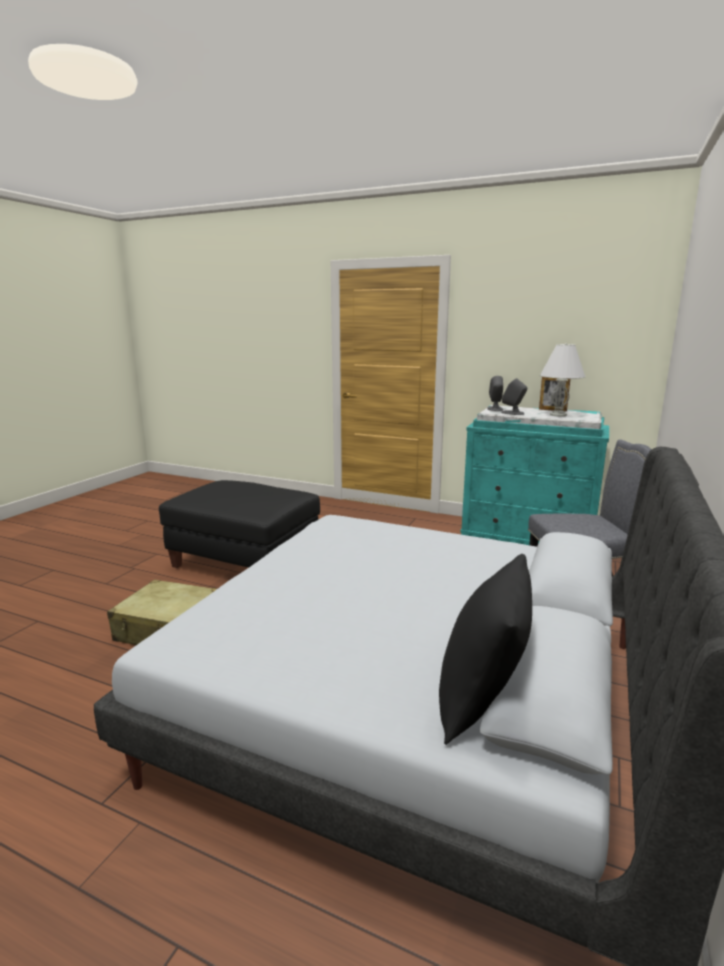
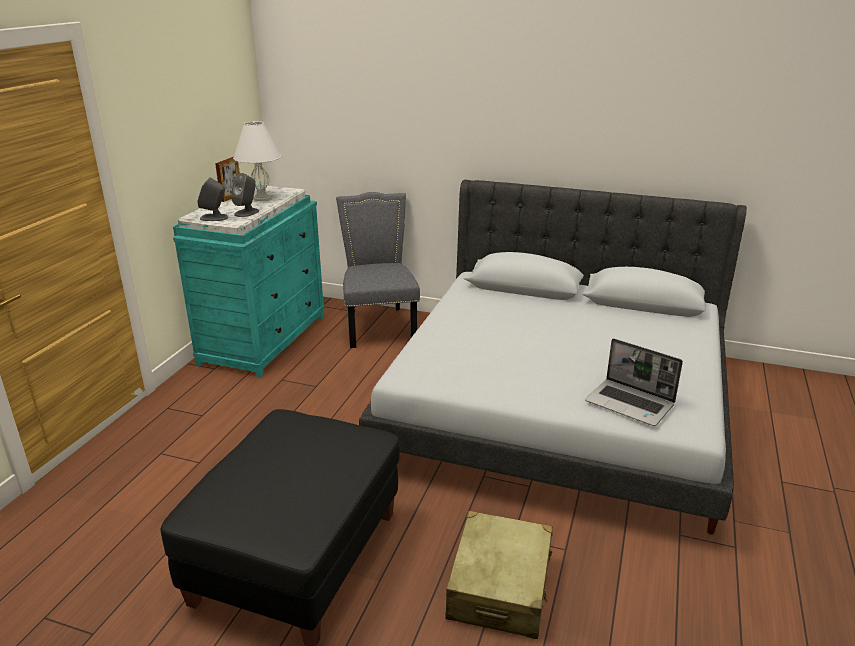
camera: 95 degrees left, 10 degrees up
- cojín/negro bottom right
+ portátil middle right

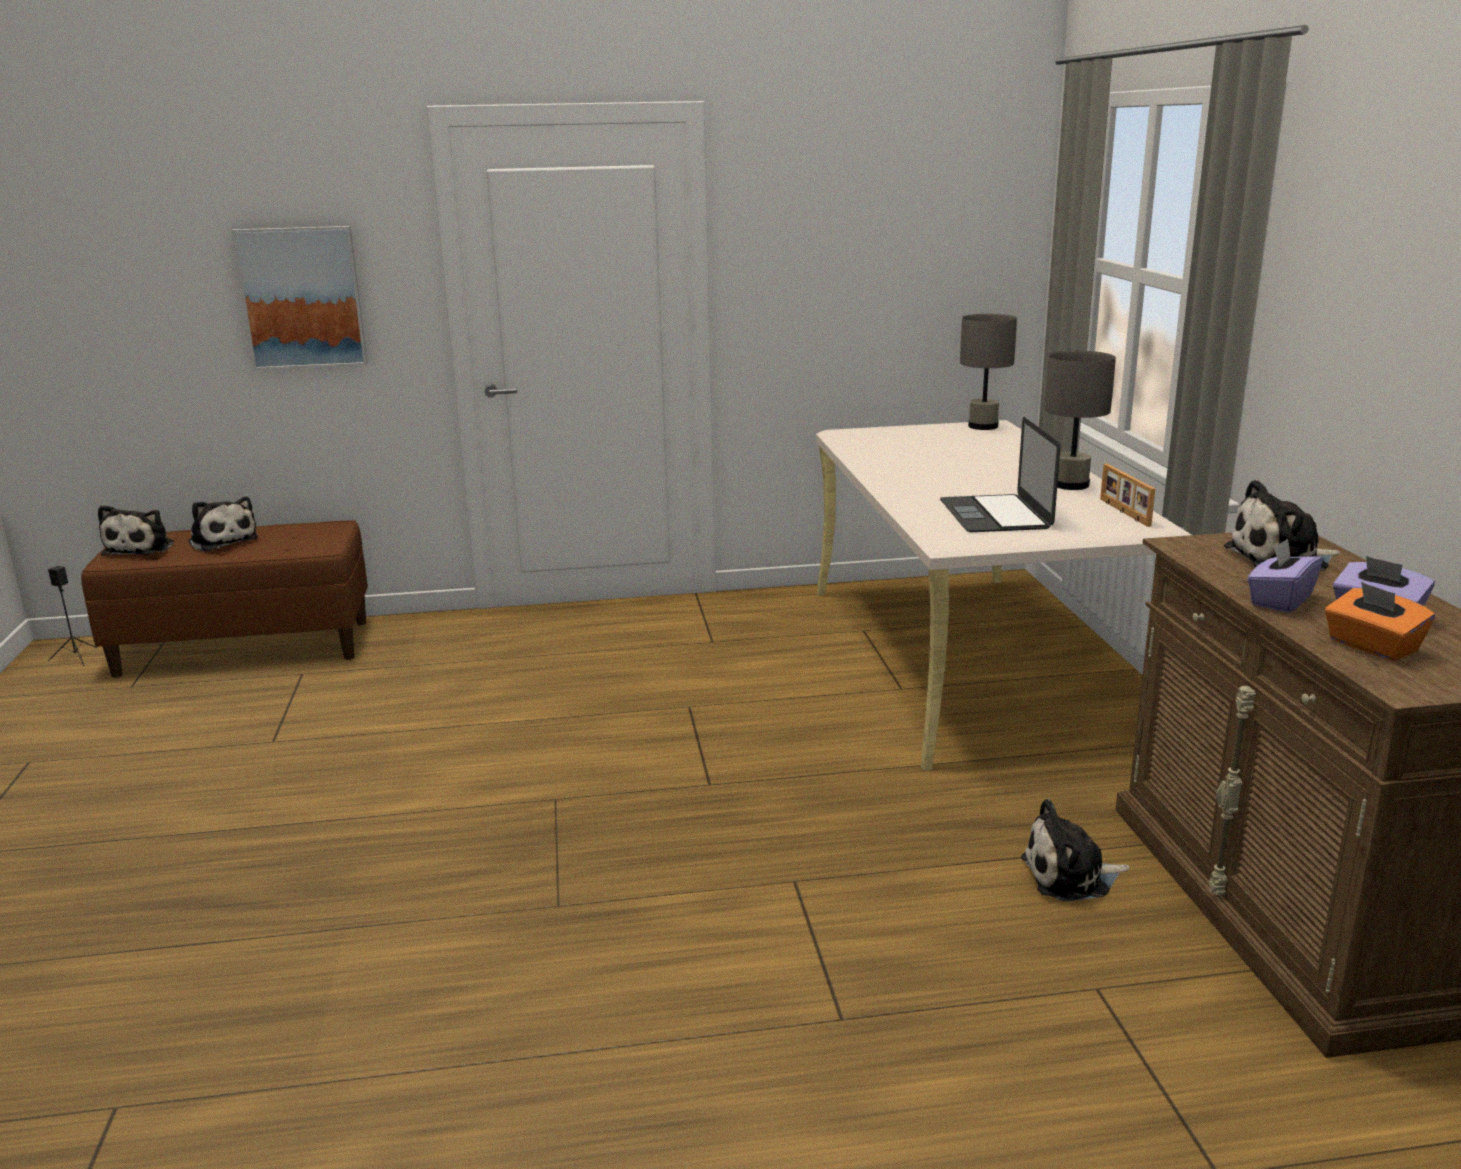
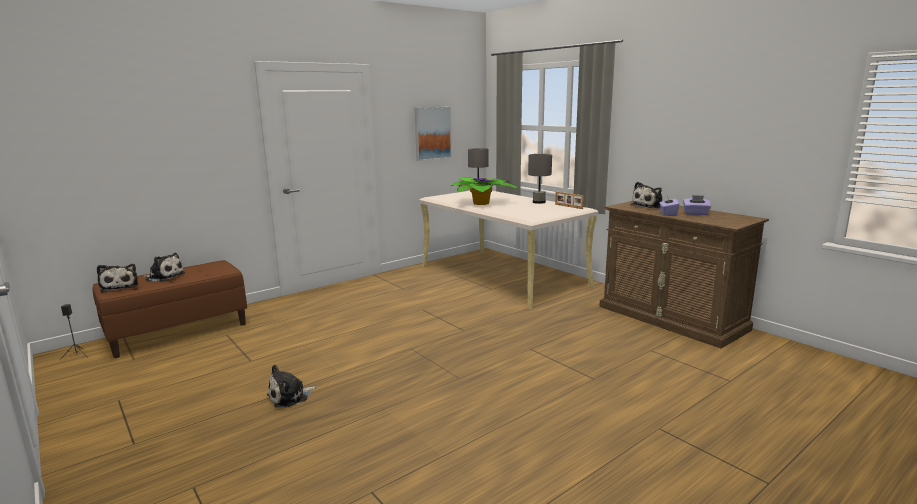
camera: 30 degrees left, 5 degrees down
~ cuadro top left to top centre
- portátil middle right
~ peluche (no. 3 from left) bottom right to bottom left
- caja de pañuelos/naranja middle right
+ planta en maceta centre

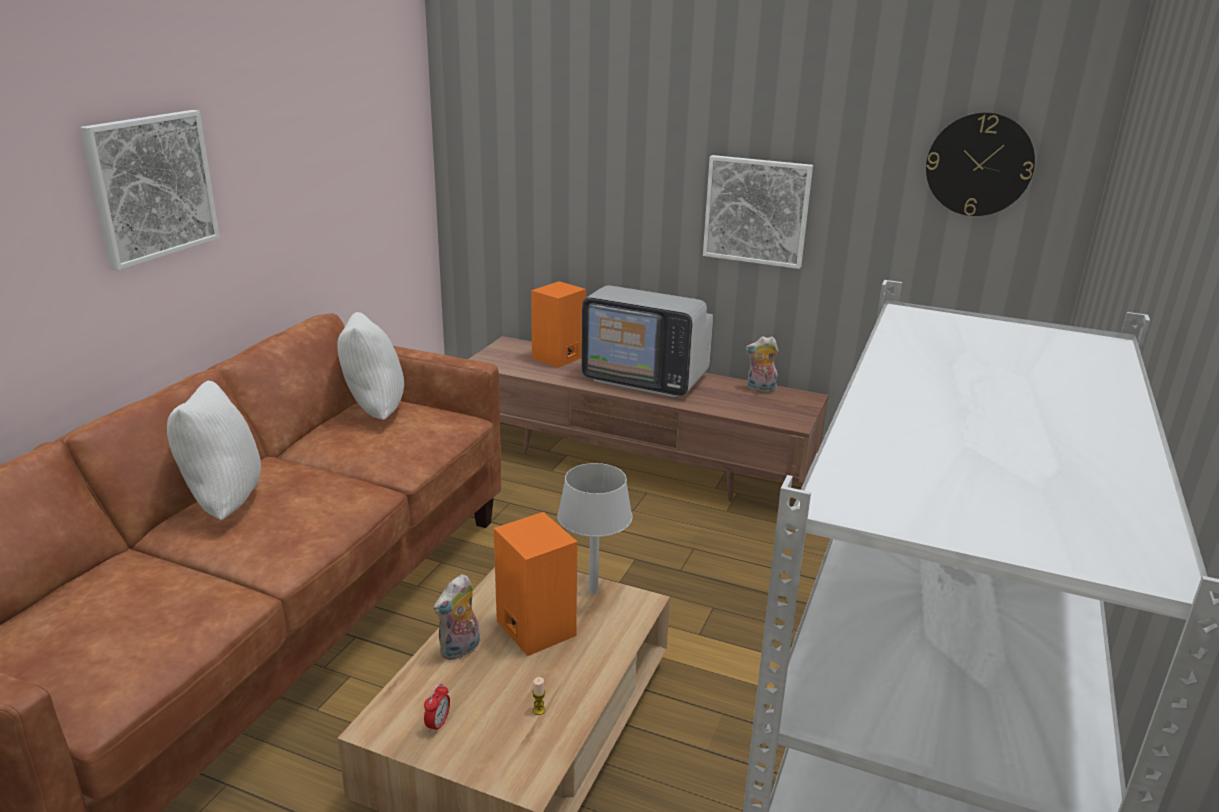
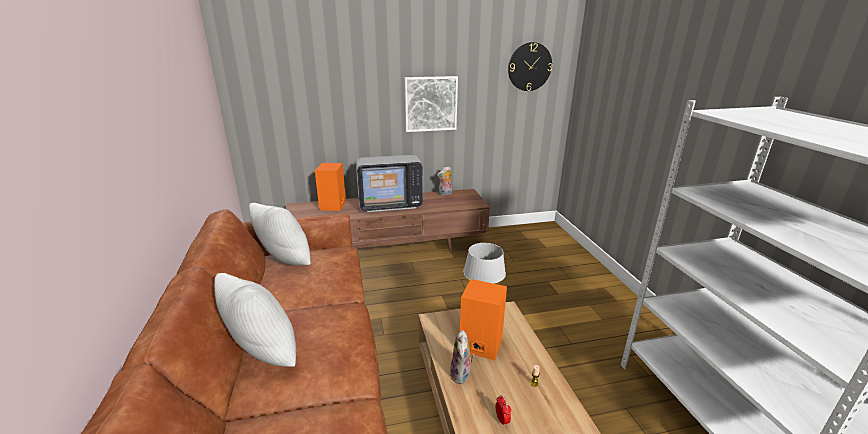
camera: 35 degrees left, 0 degrees up
- cuadro (no. 1 from left) top left

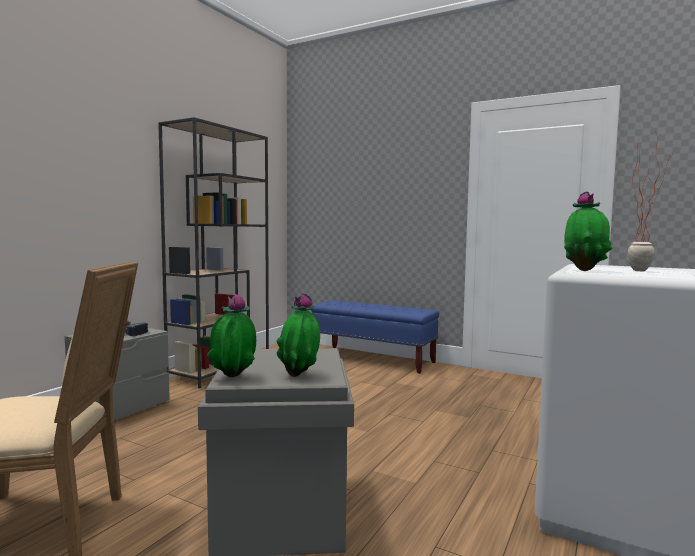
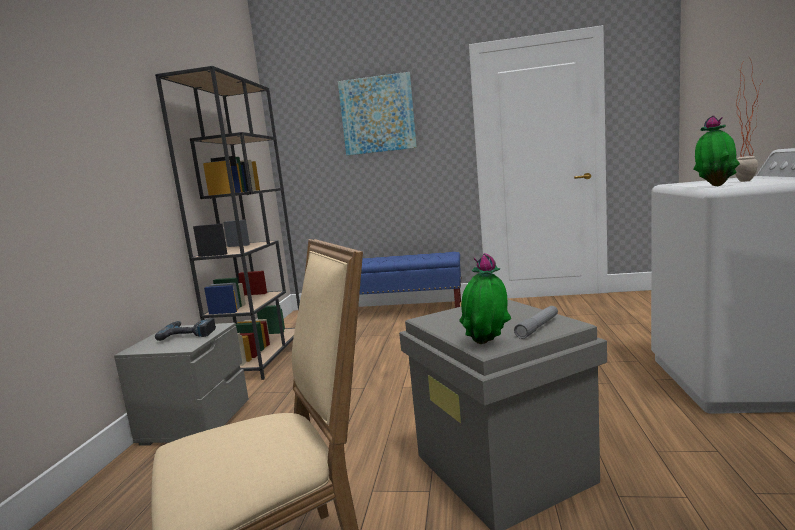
camera: 20 degrees left, 5 degrees up
~ planta en maceta (no. 2 from left) centre to linterna/gris middle right
+ cuadro top centre

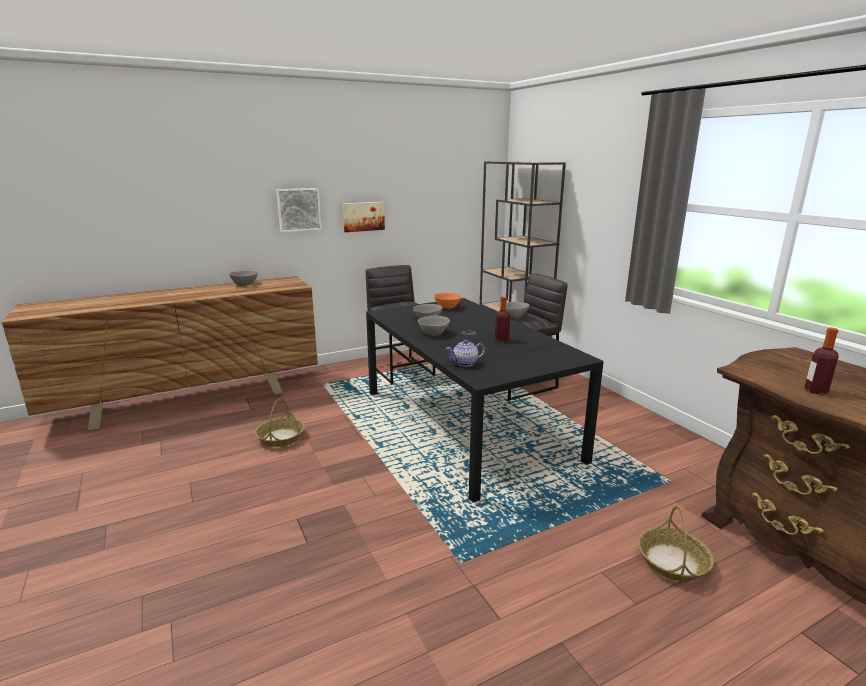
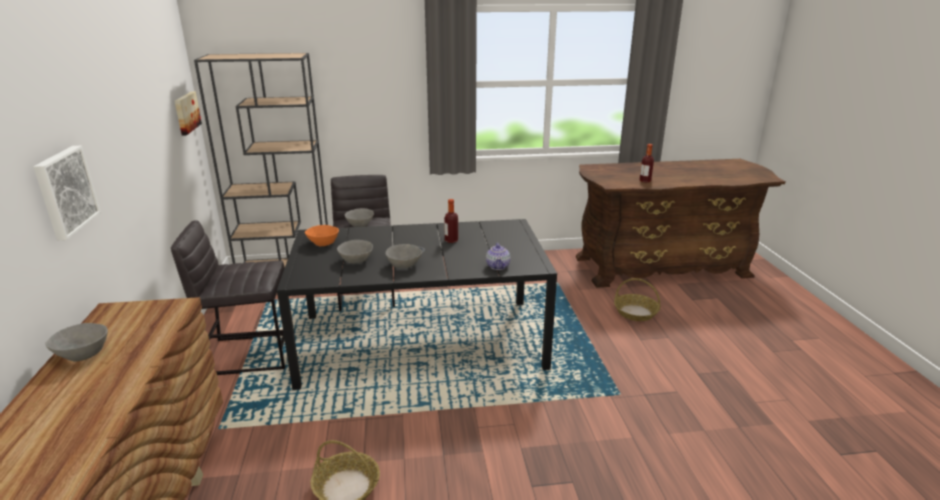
camera: 70 degrees left, 5 degrees up
~ cuadro (no. 2 from left) top centre to top left

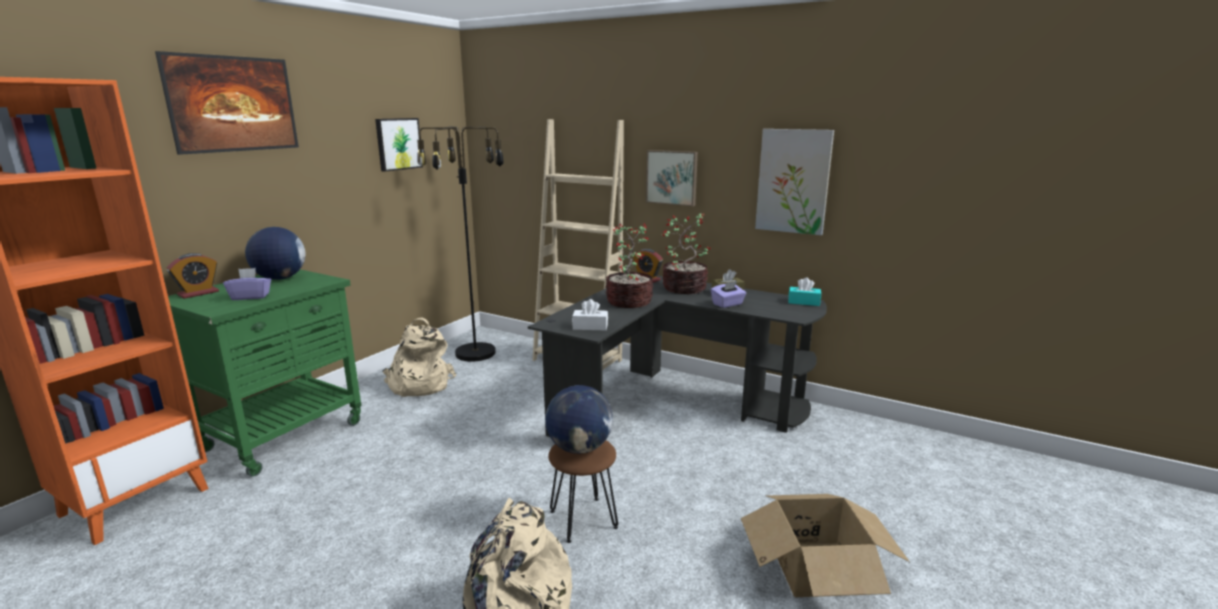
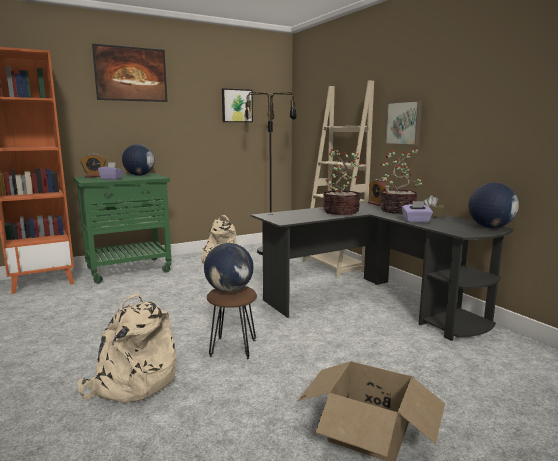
camera: 30 degrees right, 5 degrees down
- caja de pañuelos/blanco centre
- cuadro (no. 4 from left) top centre
~ caja de pañuelos/turquesa centre to globo terráqueo (no. 3 from left) middle right

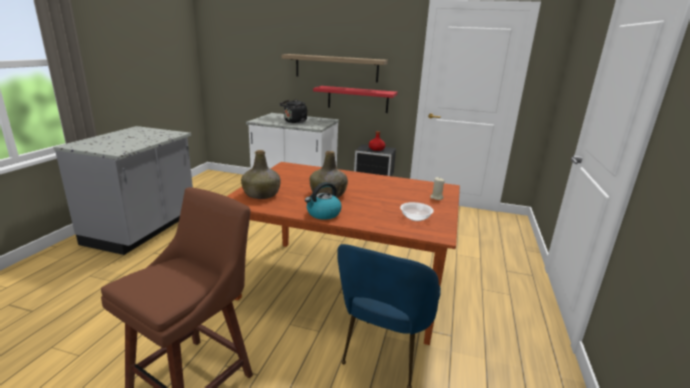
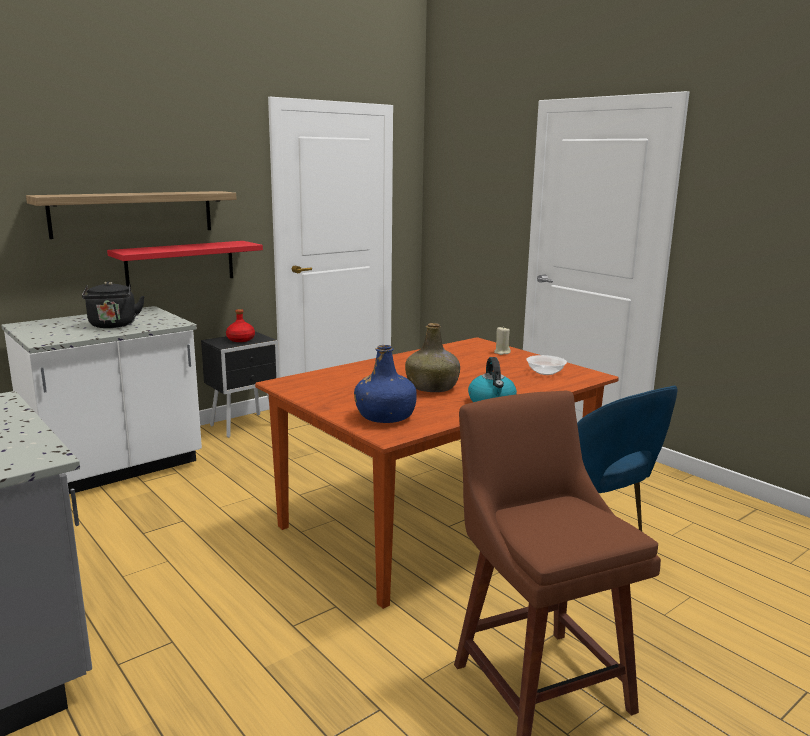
camera: 55 degrees left, 5 degrees down
~ botella/verde (no. 1 from left) centre to botella/azul centre

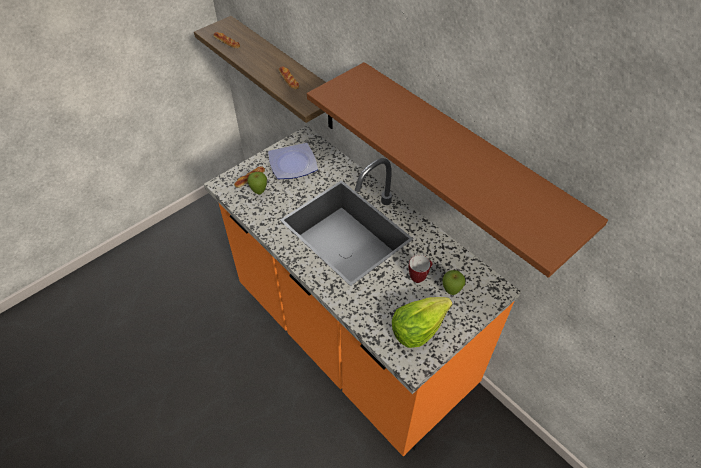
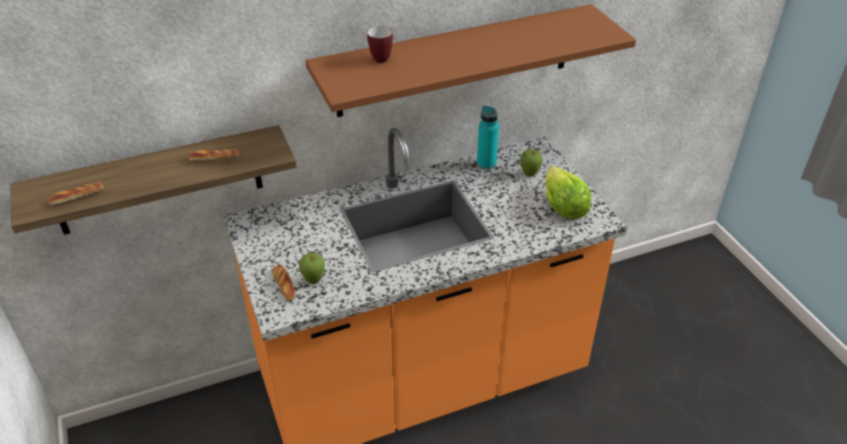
camera: 70 degrees left, 10 degrees down
- plato centre
~ taza grande centre to top centre
+ botella/turquesa top centre

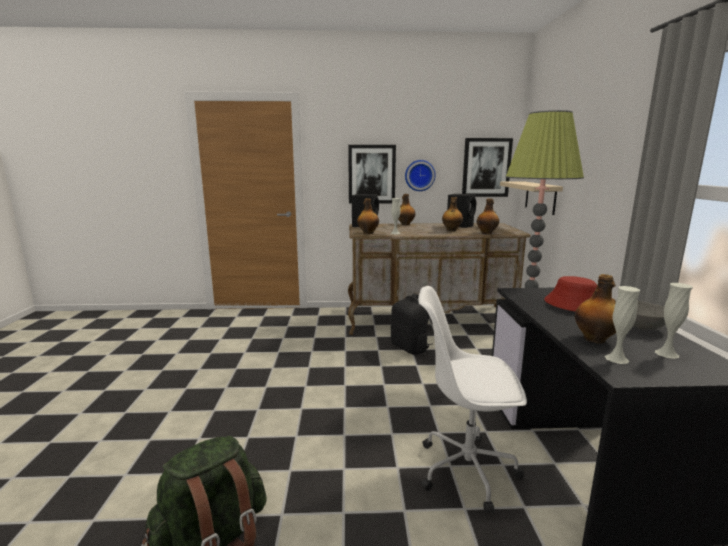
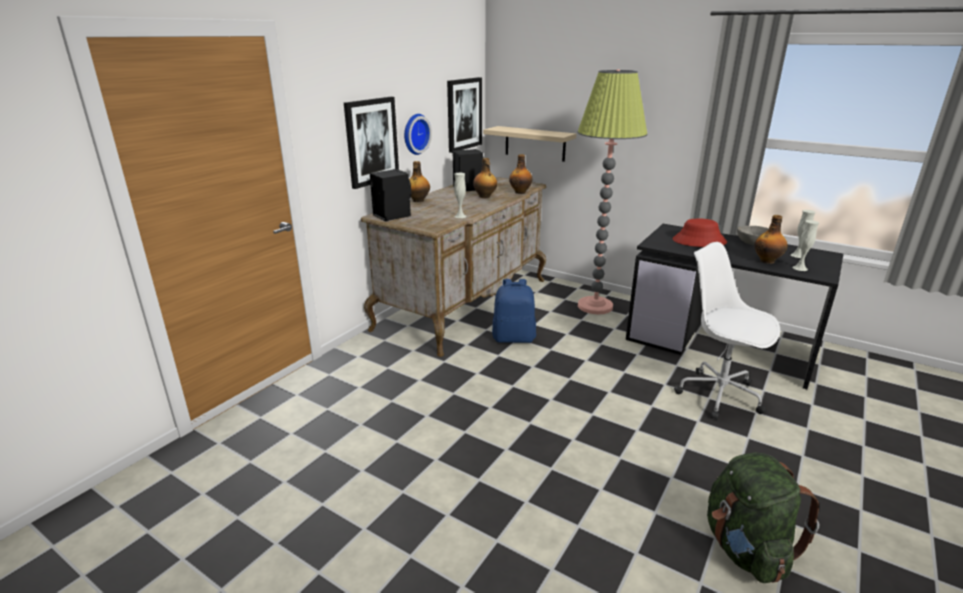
camera: 55 degrees left, 10 degrees up
- botella (no. 1 from left) centre
~ mochila/negro centre to mochila/azul centre
~ silla de oficina/blanco bottom centre = middle right 90 degrees clockwise

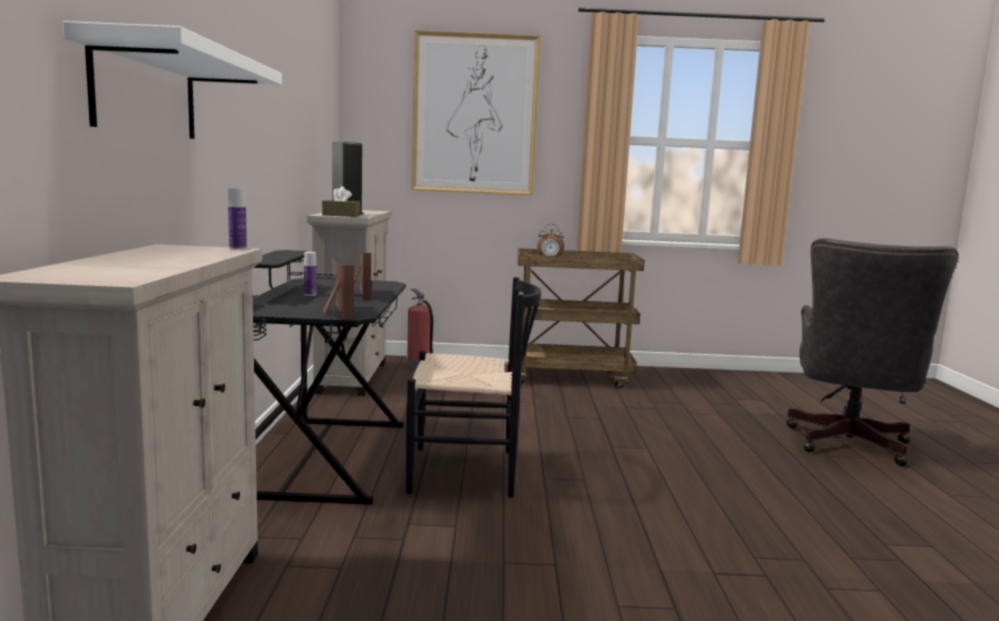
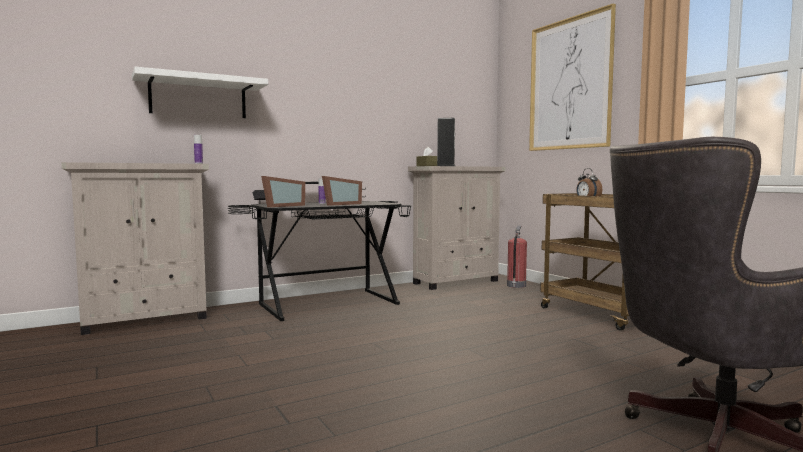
camera: 60 degrees right, 5 degrees down
- silla/negro centre

